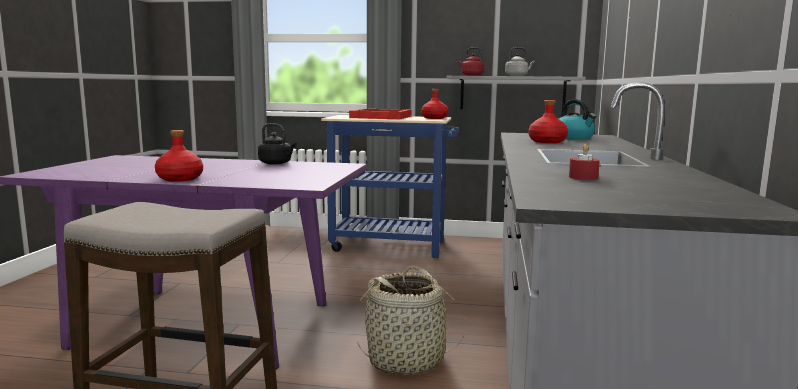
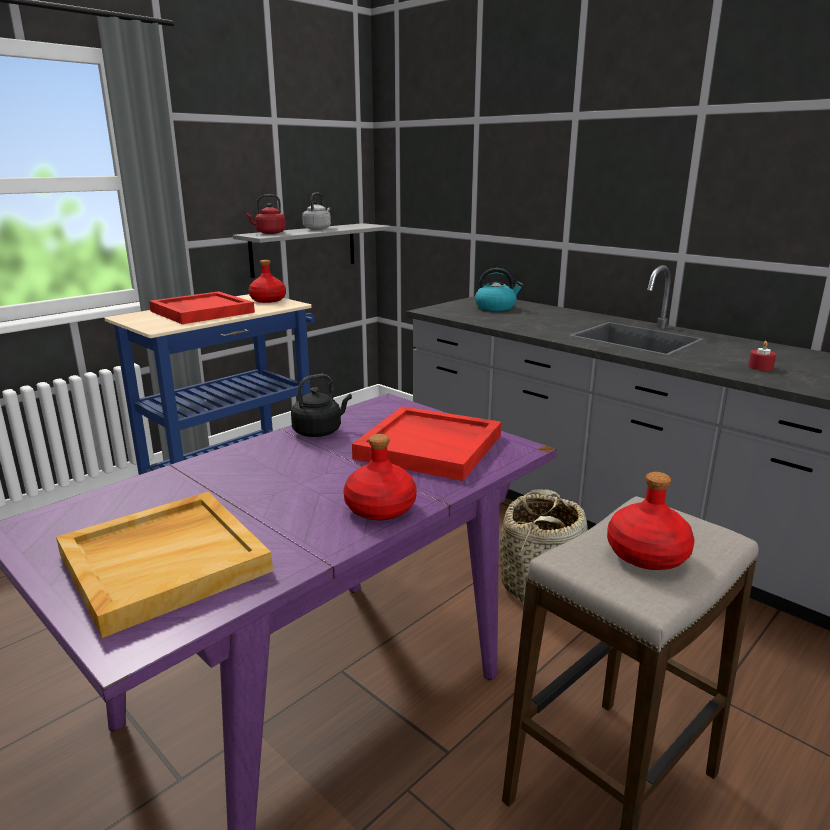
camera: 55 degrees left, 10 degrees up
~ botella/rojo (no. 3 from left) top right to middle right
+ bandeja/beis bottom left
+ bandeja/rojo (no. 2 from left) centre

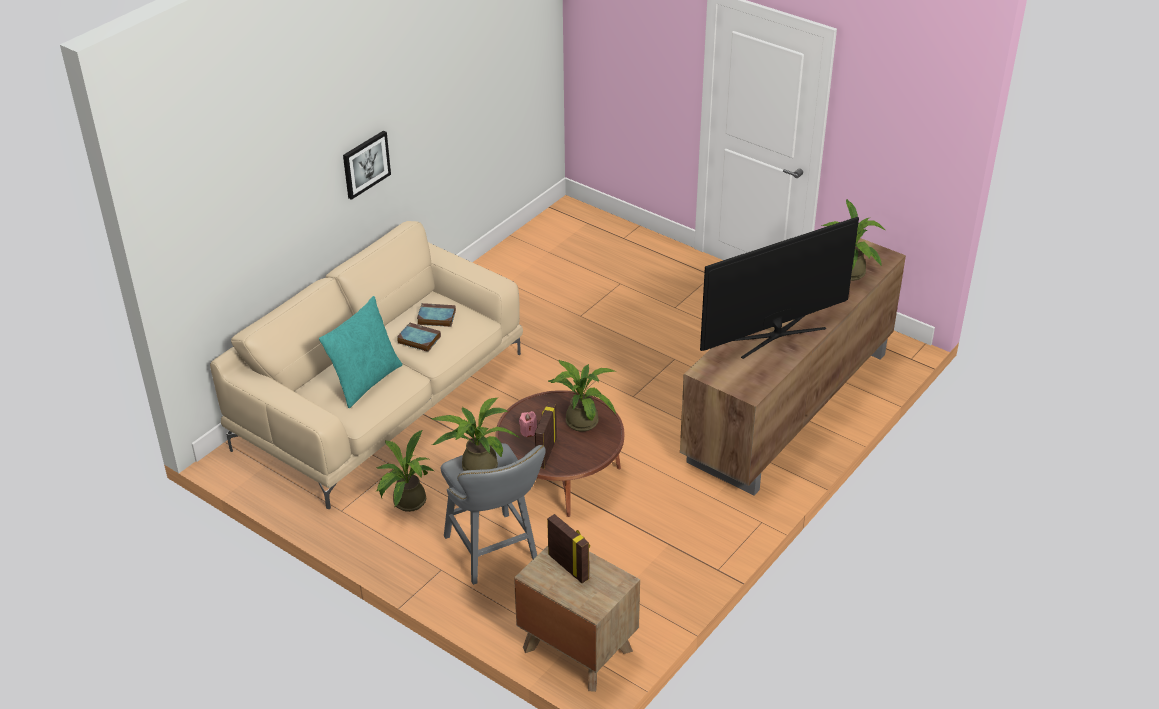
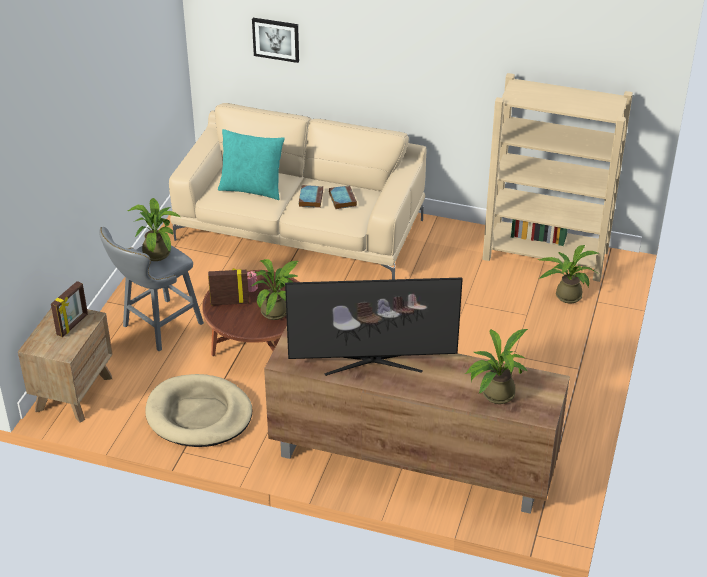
camera: 70 degrees right, 0 degrees up
~ cuadro top left to top centre
~ planta en maceta (no. 1 from left in the first image) centre to planta en maceta (no. 4 from left) middle right
~ televisor middle right = centre 135 degrees clockwise
+ cama para perro/beis bottom left
+ estantería/beis top right

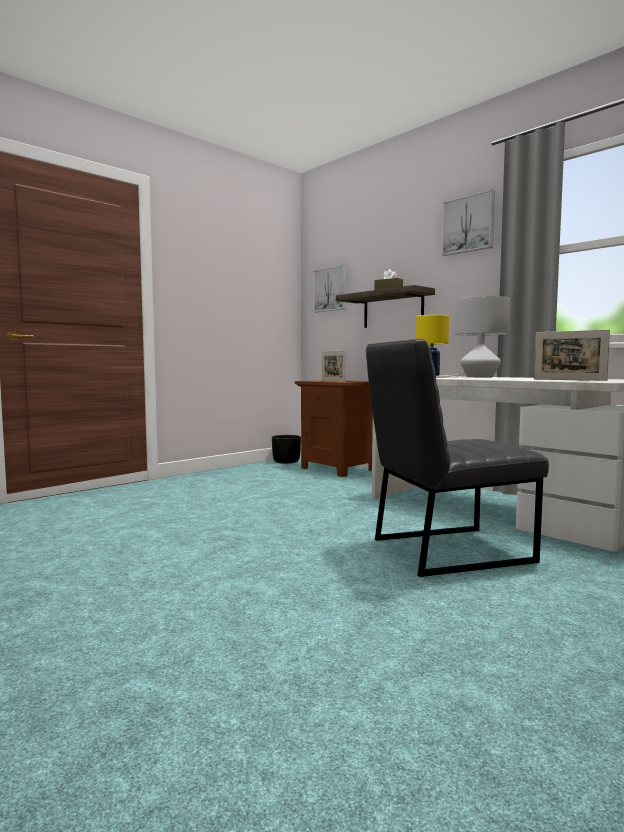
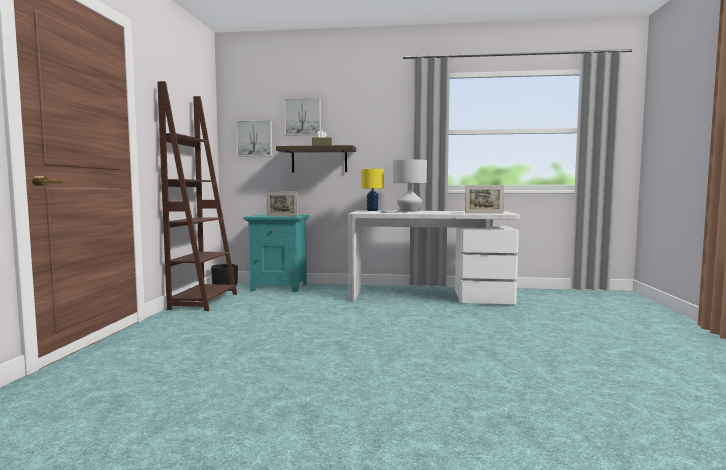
camera: 40 degrees left, 0 degrees up
~ mesita de noche/marrón centre to mesita de noche/turquesa centre
- silla/gris middle right
~ cuadro (no. 2 from left) top right to top centre
+ estantería/marrón middle left

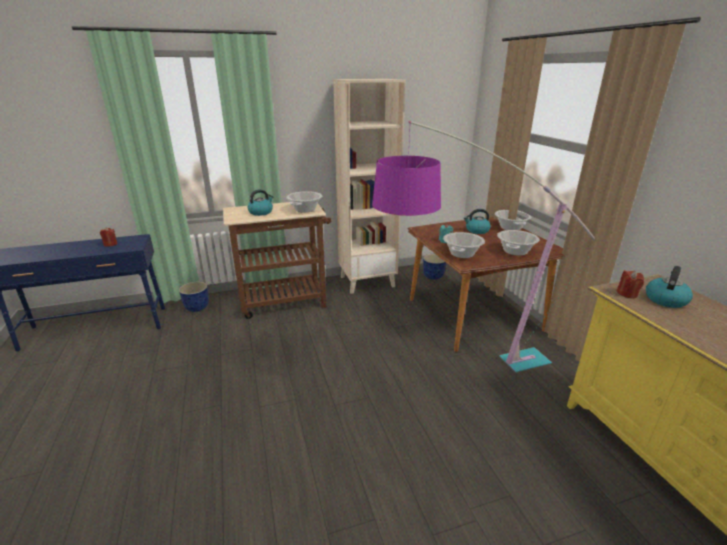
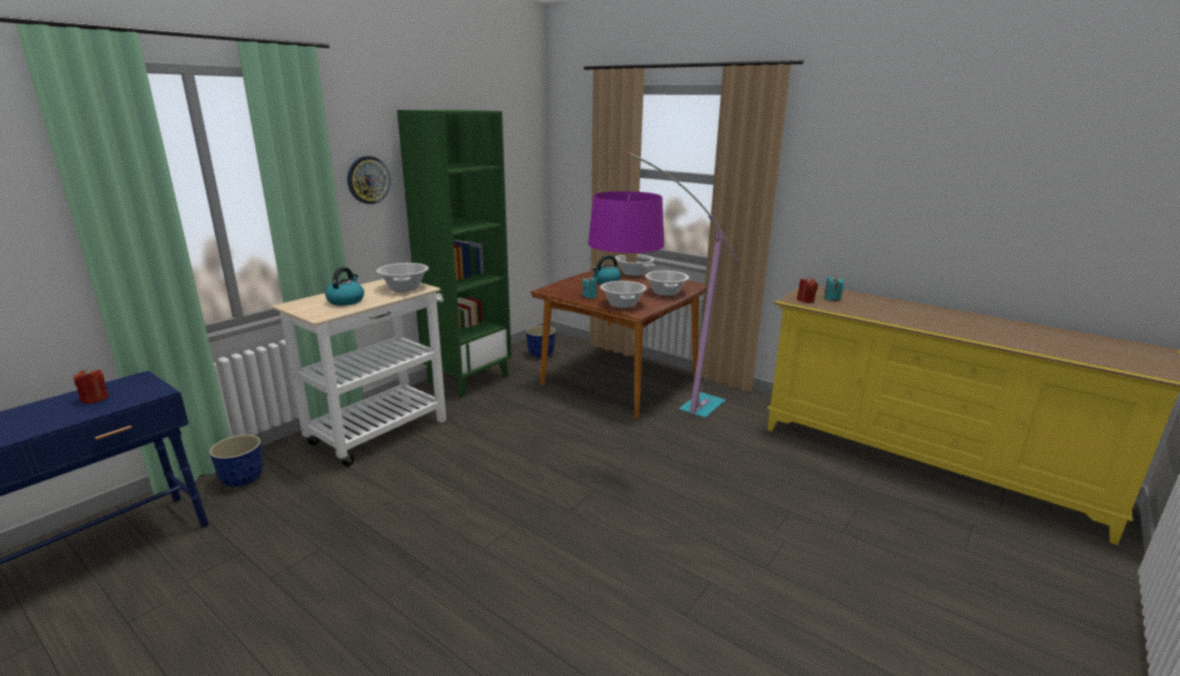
camera: 35 degrees left, 5 degrees down
~ carrito/marrón centre to carrito/blanco middle left
~ estantería/beis centre to estantería/verde centre
~ hervidor (no. 3 from left) middle right to vela/turquesa (no. 2 from left) middle right
+ reloj de pared top left

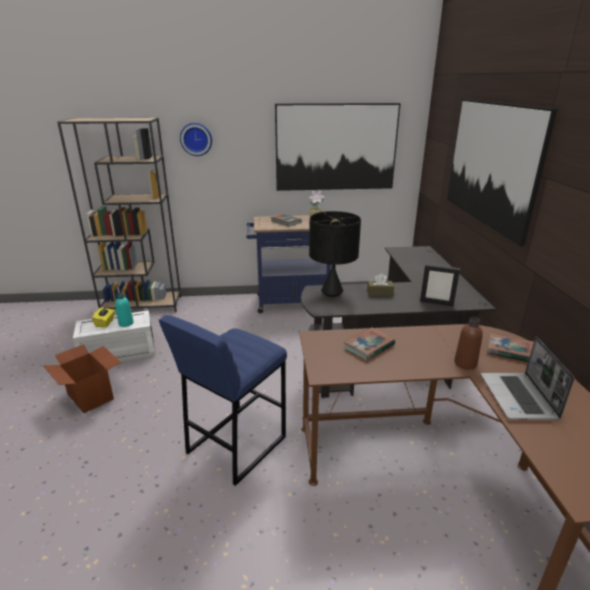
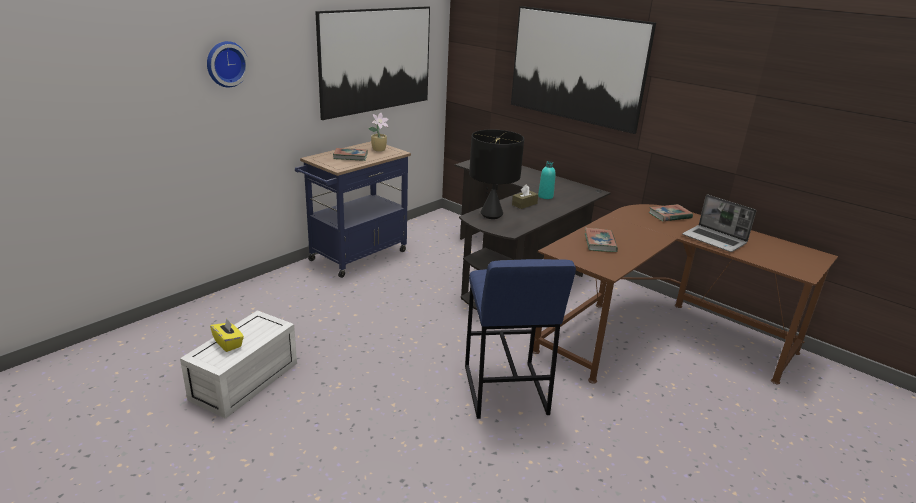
camera: 45 degrees left, 0 degrees up
- caja de cartón middle left
- estantería middle left
~ botella/turquesa middle left to centre
- portarretratos middle right
- botella/marrón middle right

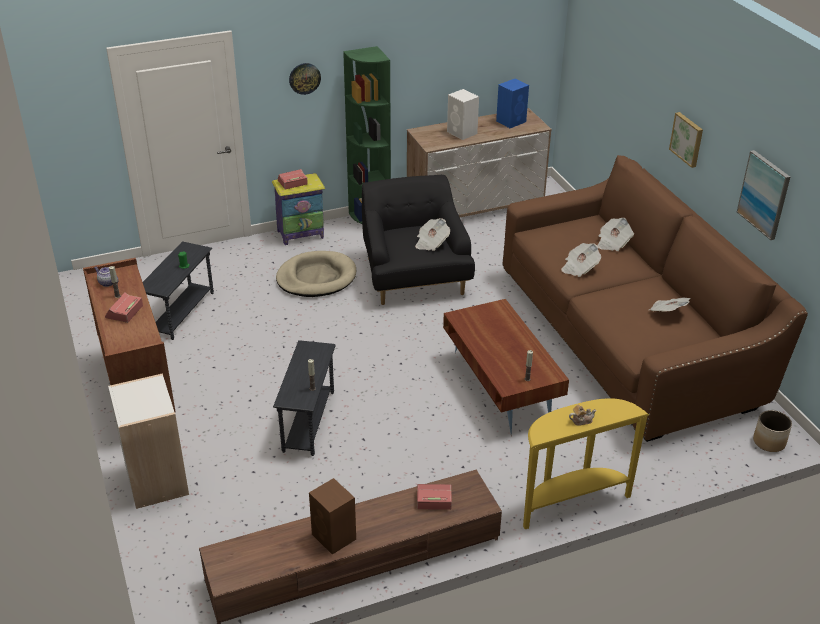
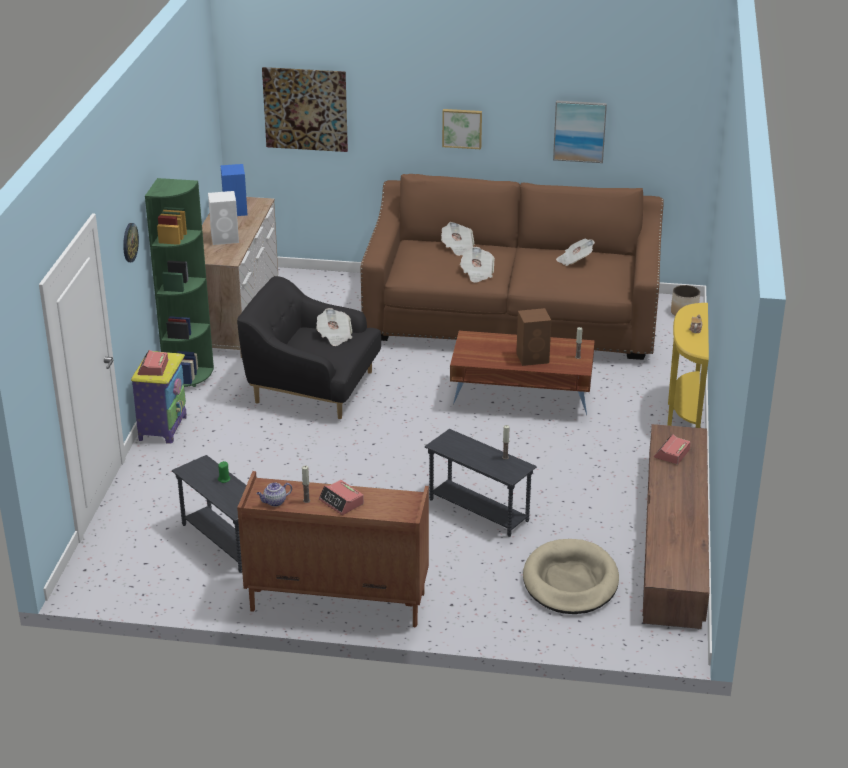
camera: 60 degrees left, 5 degrees down
- estantería/blanco bottom left
~ cama para perro/beis centre to bottom right
~ altavoz/marrón bottom centre to centre
+ cuadro (no. 1 from left) top centre

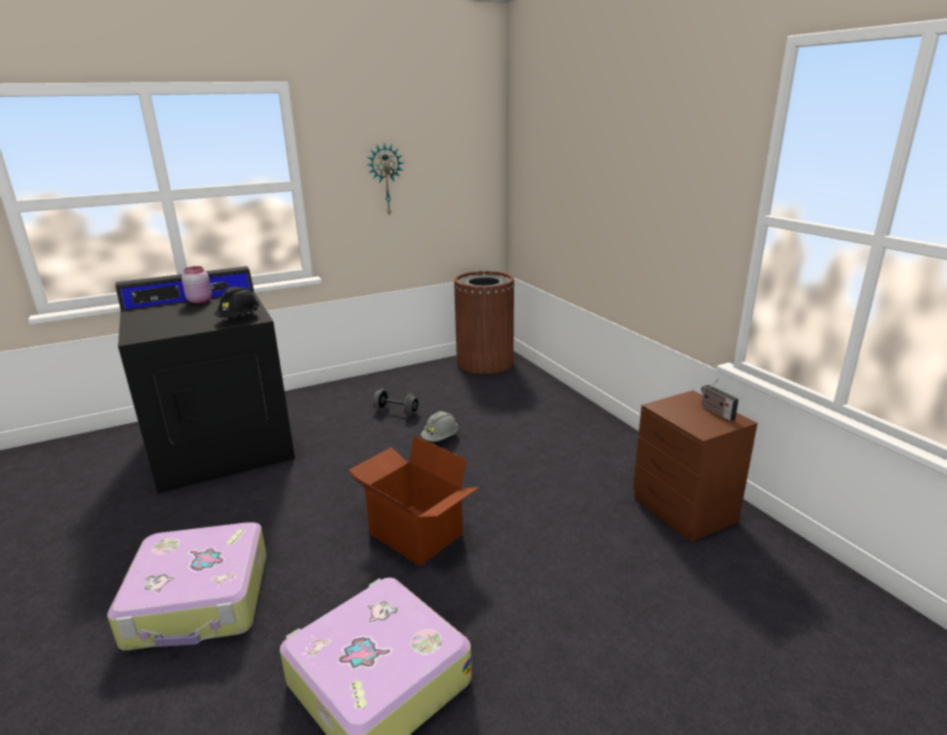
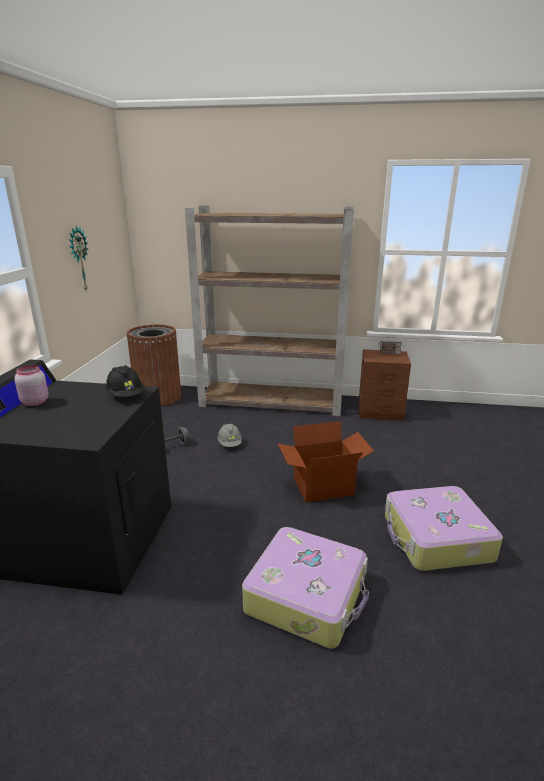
camera: 55 degrees left, 0 degrees up
+ estantería/marrón centre

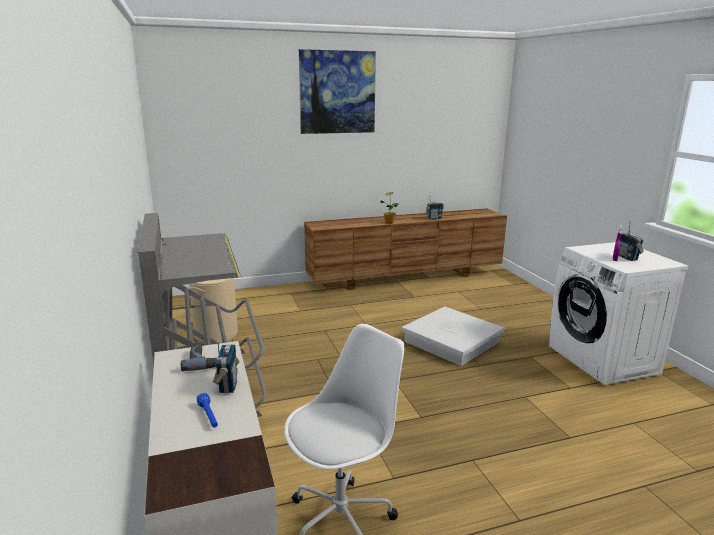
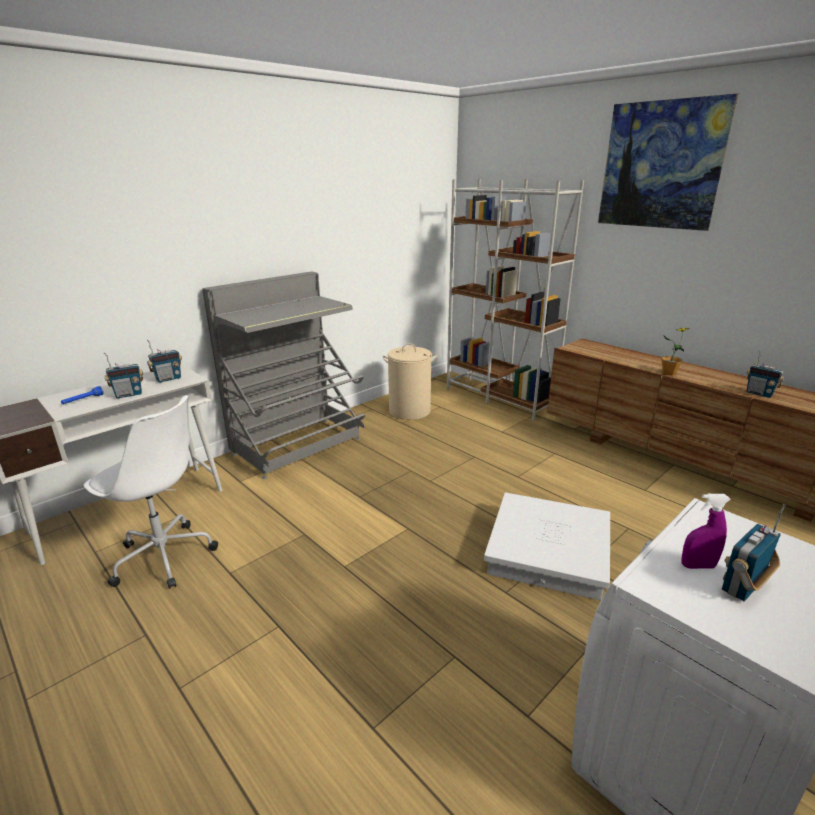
camera: 65 degrees right, 5 degrees up
~ taladro bottom left to radio (no. 2 from left) middle left
+ estantería/marrón centre

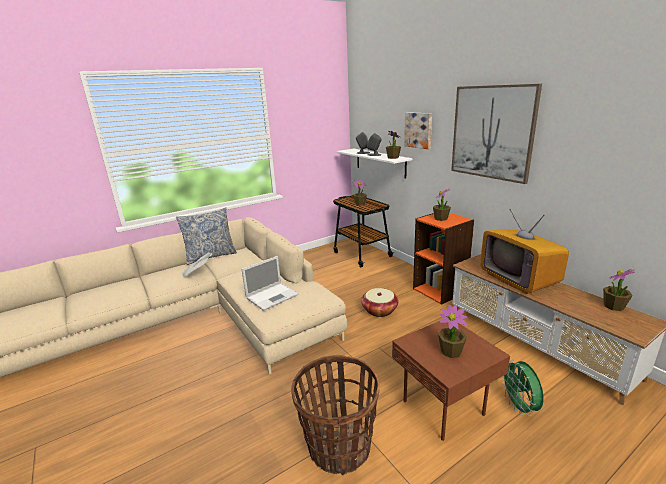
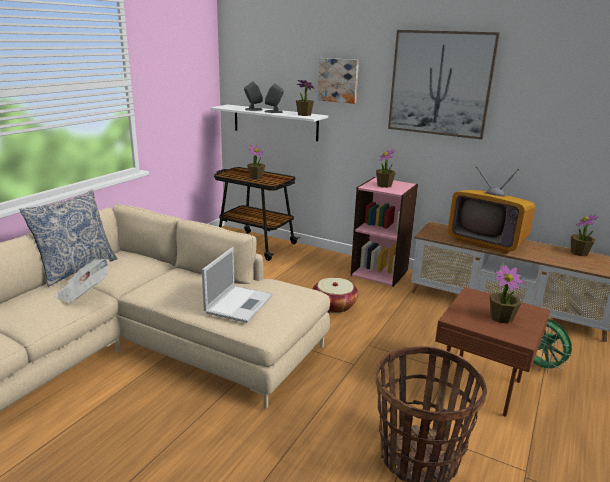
camera: 30 degrees left, 0 degrees up
~ estantería/naranja centre to estantería/rosa centre

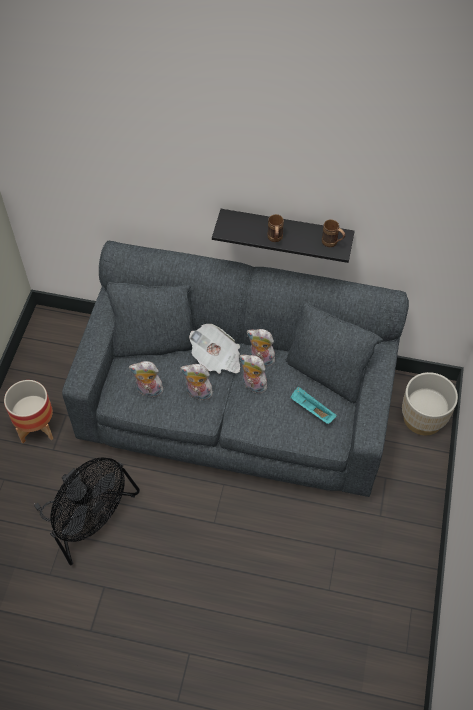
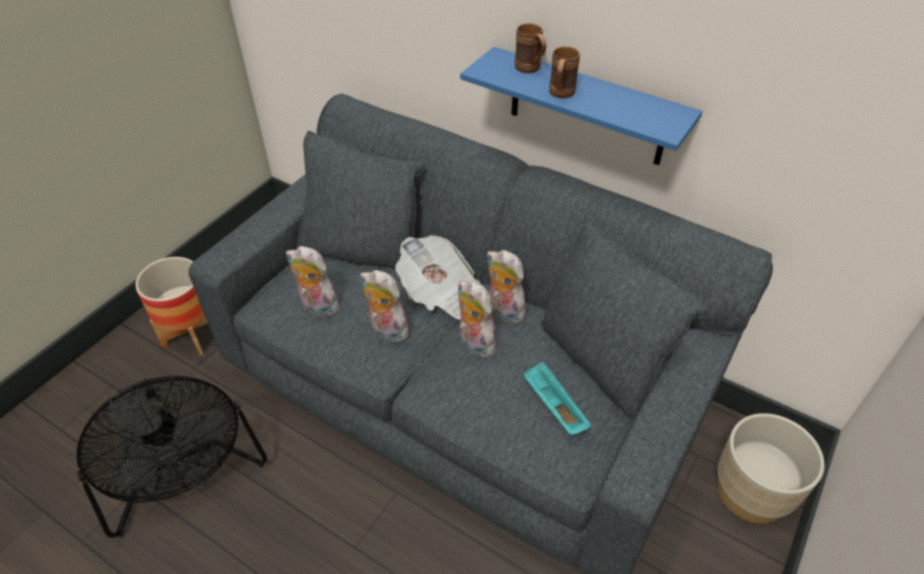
camera: 20 degrees right, 10 degrees down
~ estante/negro top centre to estante/azul top centre
~ taza grande/marrón (no. 2 from left in the first image) top right to taza grande/marrón (no. 1 from left) top centre

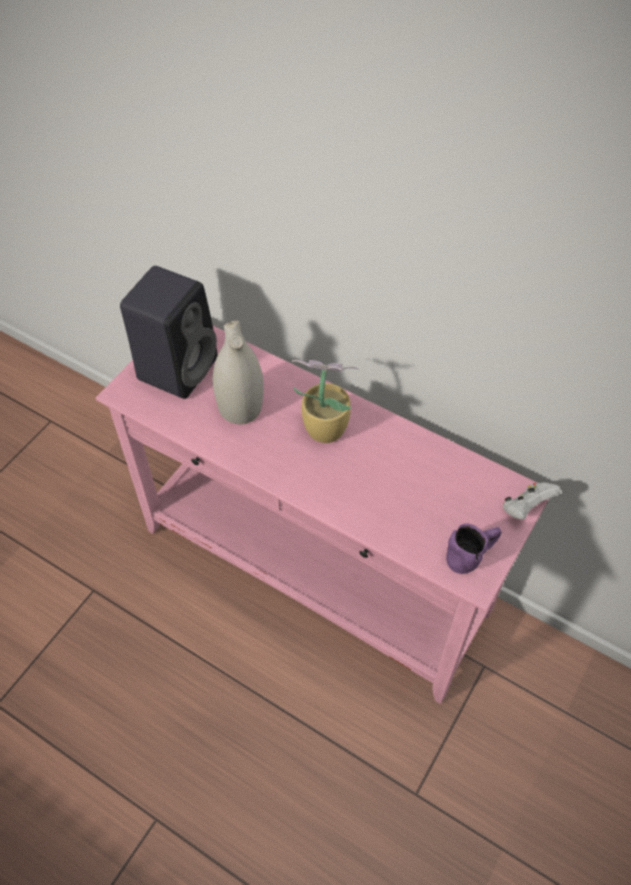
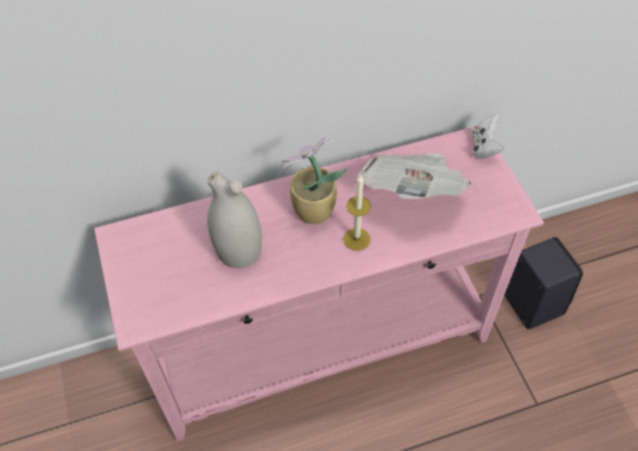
camera: 50 degrees left, 0 degrees up
~ altavoz/negro middle left to middle right
- taza grande/morado middle right
+ vela centre
+ periódico centre

